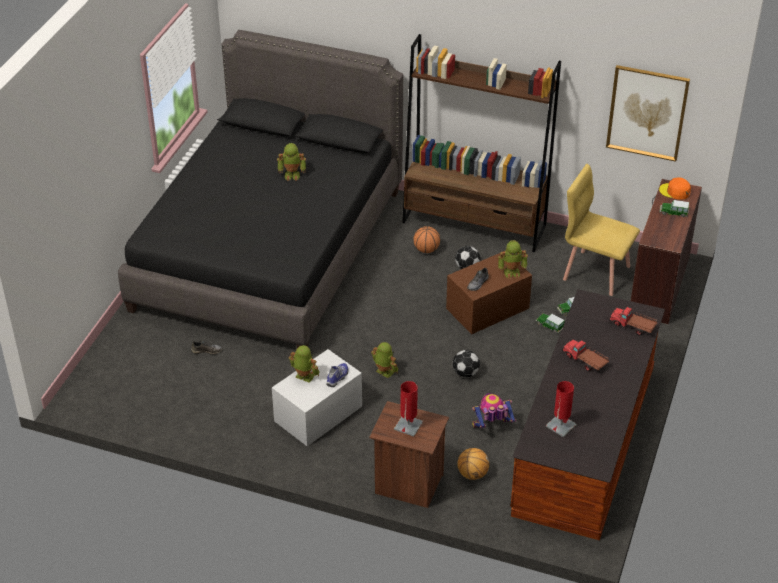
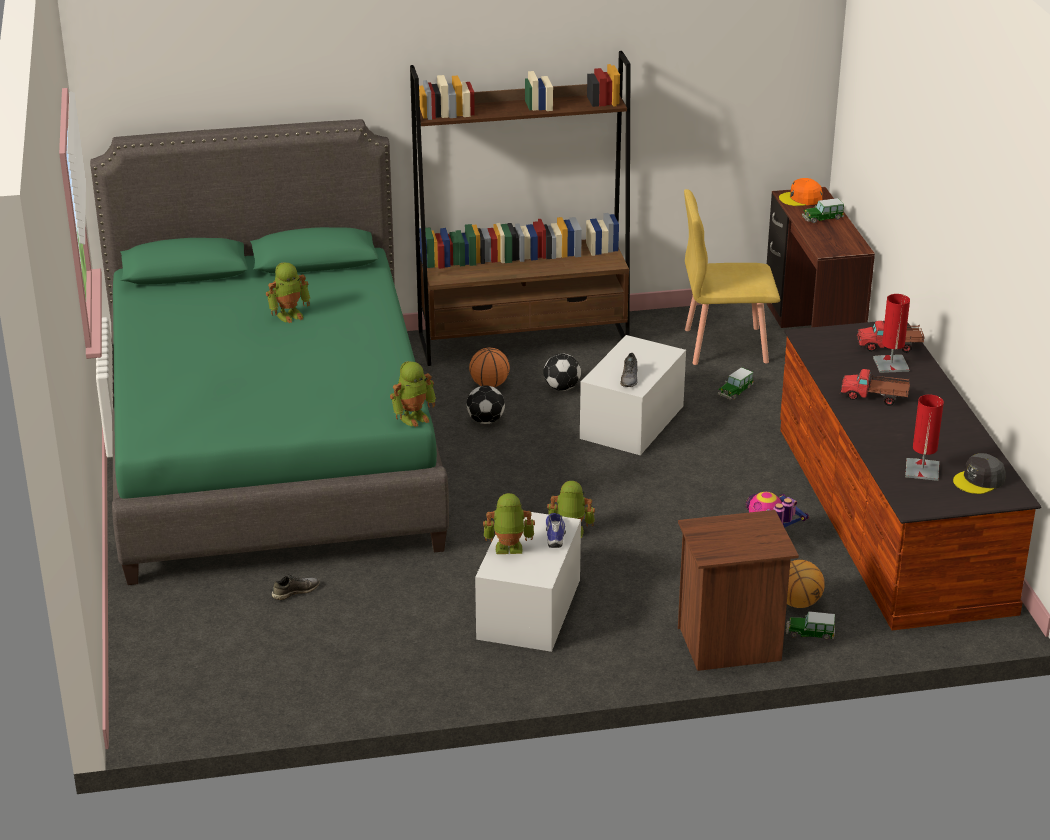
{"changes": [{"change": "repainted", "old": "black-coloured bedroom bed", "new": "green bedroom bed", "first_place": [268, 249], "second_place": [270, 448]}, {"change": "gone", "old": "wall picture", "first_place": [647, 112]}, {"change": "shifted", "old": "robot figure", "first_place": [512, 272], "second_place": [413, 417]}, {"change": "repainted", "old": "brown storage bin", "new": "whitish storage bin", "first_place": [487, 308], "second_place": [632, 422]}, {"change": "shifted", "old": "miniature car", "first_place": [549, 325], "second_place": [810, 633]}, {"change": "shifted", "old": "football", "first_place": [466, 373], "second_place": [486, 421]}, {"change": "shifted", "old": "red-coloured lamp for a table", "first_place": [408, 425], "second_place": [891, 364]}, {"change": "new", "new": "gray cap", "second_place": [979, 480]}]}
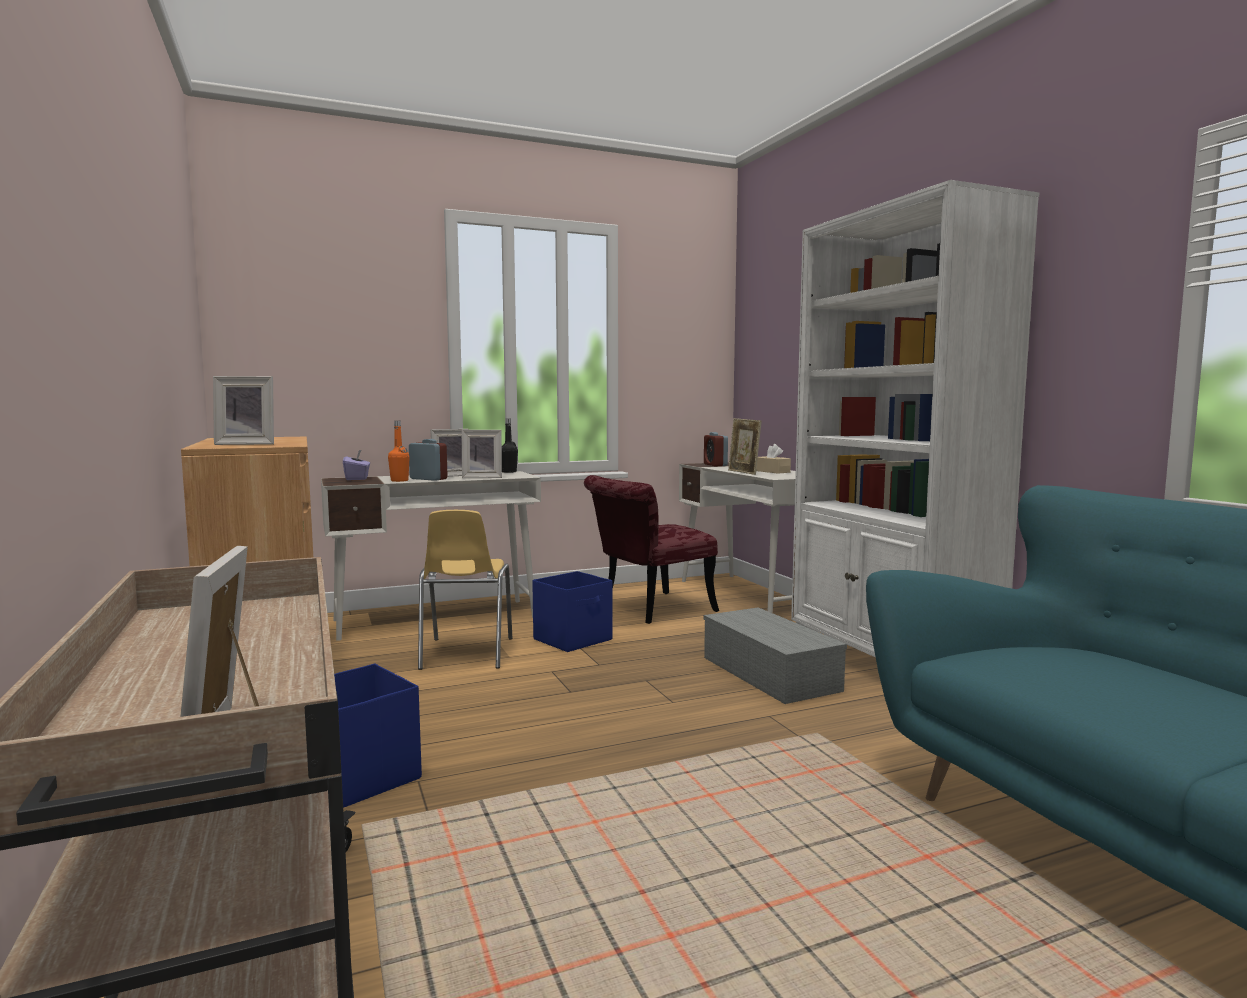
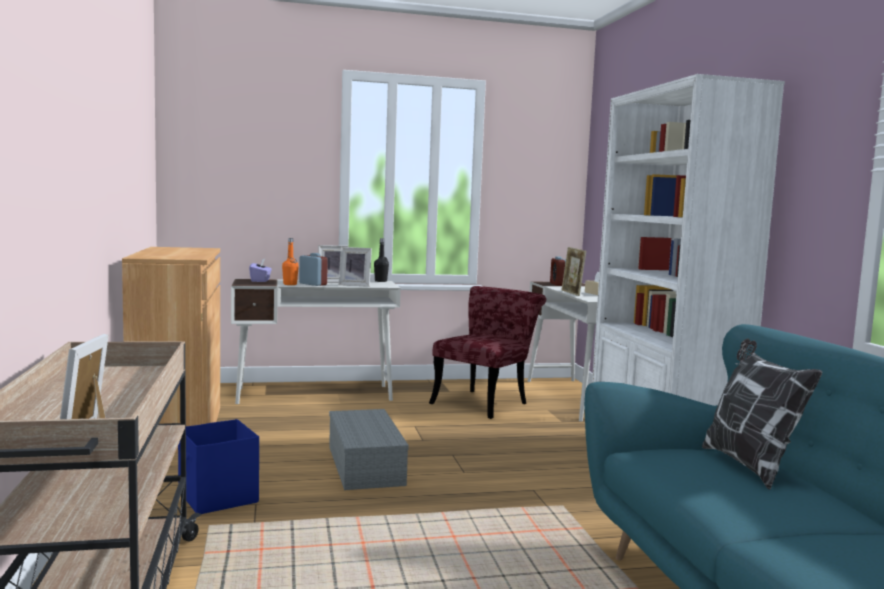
{"changes": [{"change": "gone", "old": "standing frame", "first_place": [247, 444]}, {"change": "rotated", "old": "red-coloured chair", "first_place": [648, 610], "second_place": [485, 402], "degrees": 150}, {"change": "gone", "old": "yellow-coloured chair", "first_place": [465, 654]}, {"change": "gone", "old": "blue-coloured storage bin", "first_place": [574, 639]}, {"change": "shifted", "old": "gray storage bin", "first_place": [772, 674], "second_place": [367, 466]}, {"change": "new", "new": "cushion", "second_place": [749, 465]}]}
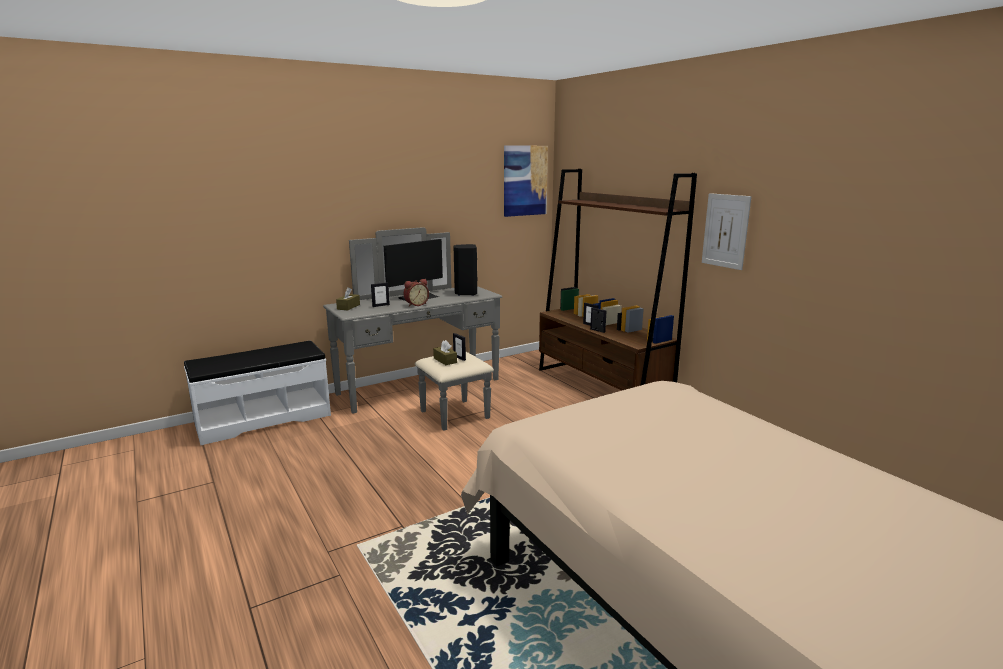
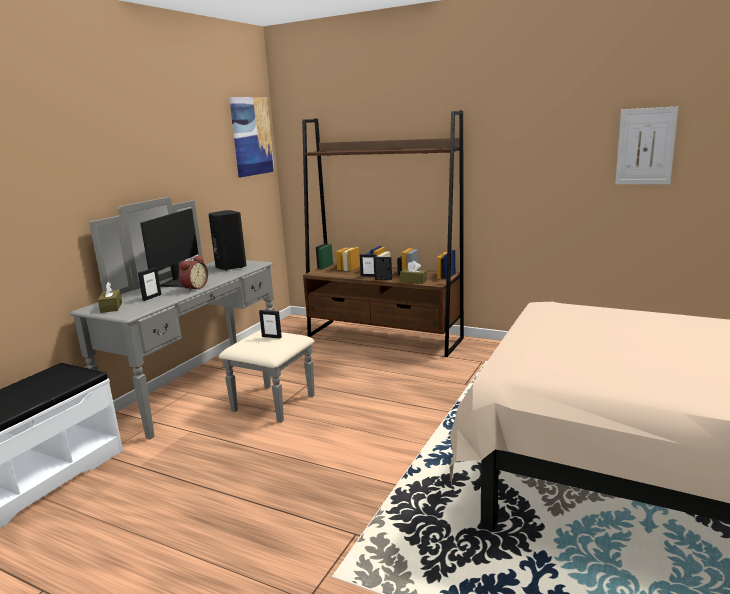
{"changes": [{"change": "shifted", "old": "wall picture", "first_place": [725, 231], "second_place": [645, 146]}, {"change": "shifted", "old": "brown tissue box", "first_place": [445, 360], "second_place": [413, 281]}]}
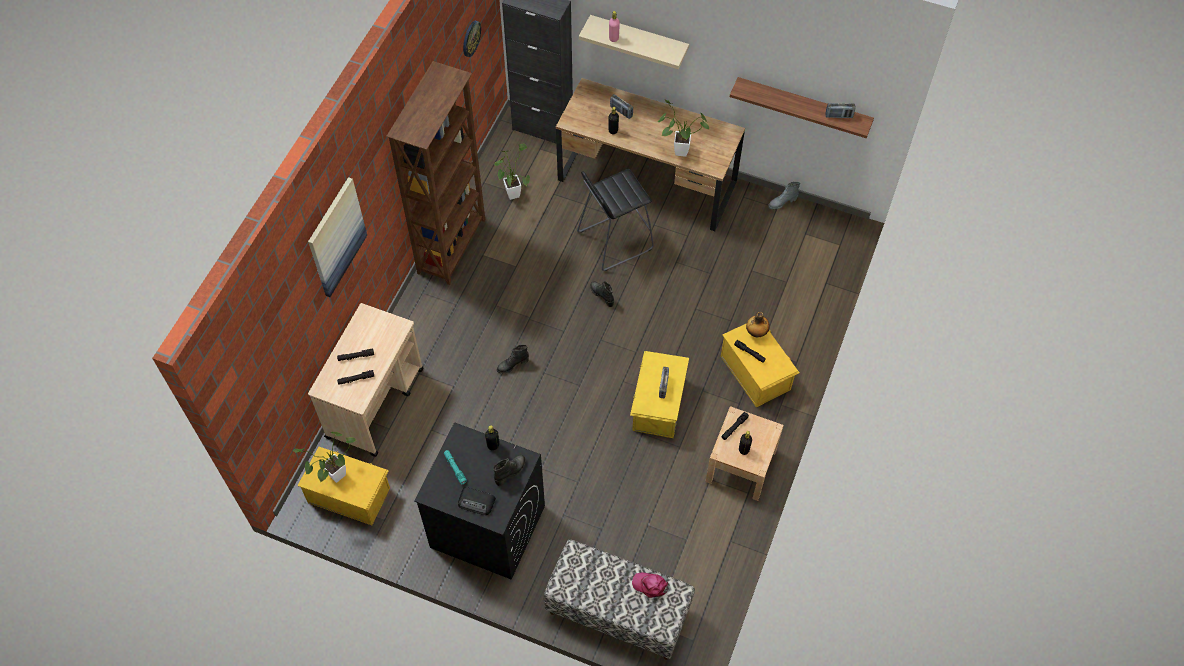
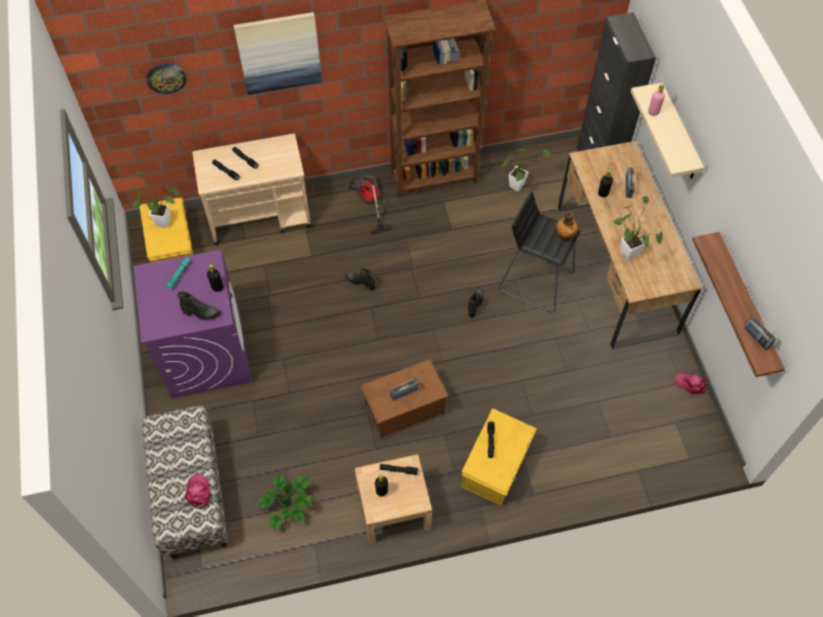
{"changes": [{"change": "shifted", "old": "hanging clock", "first_place": [471, 38], "second_place": [166, 77]}, {"change": "swapped", "old": "gray high-top boot", "new": "pinkish cap", "first_place": [782, 203], "second_place": [691, 384]}, {"change": "shifted", "old": "drink bottle", "first_place": [756, 332], "second_place": [565, 236]}, {"change": "repainted", "old": "yellow-coloured storage bin", "new": "brown storage bin", "first_place": [657, 405], "second_place": [404, 408]}, {"change": "repainted", "old": "black-coloured laundry machine", "new": "purplish laundry machine", "first_place": [487, 526], "second_place": [206, 353]}, {"change": "gone", "old": "radio set", "first_place": [477, 502]}, {"change": "new", "new": "hoover", "second_place": [368, 202]}, {"change": "new", "new": "houseplant", "second_place": [289, 508]}]}
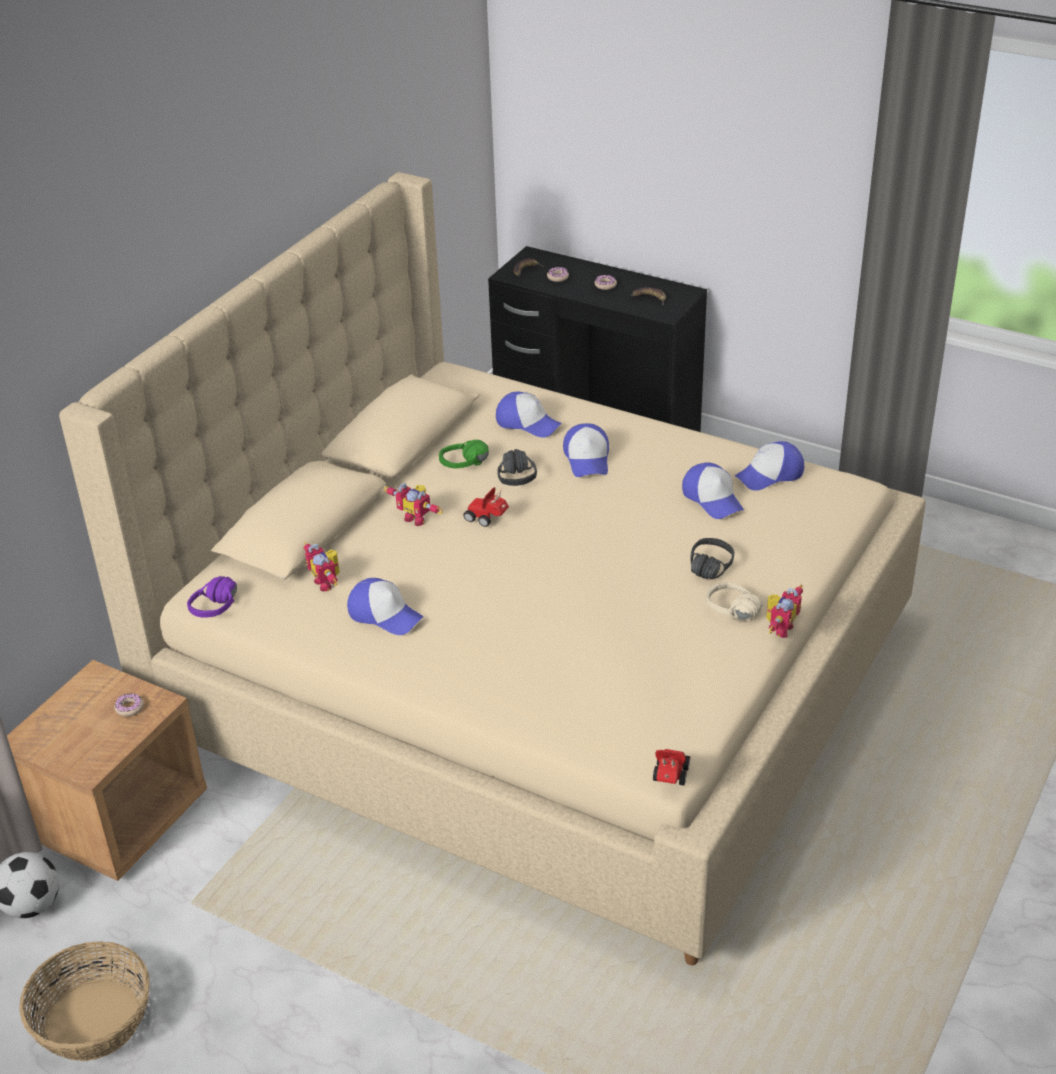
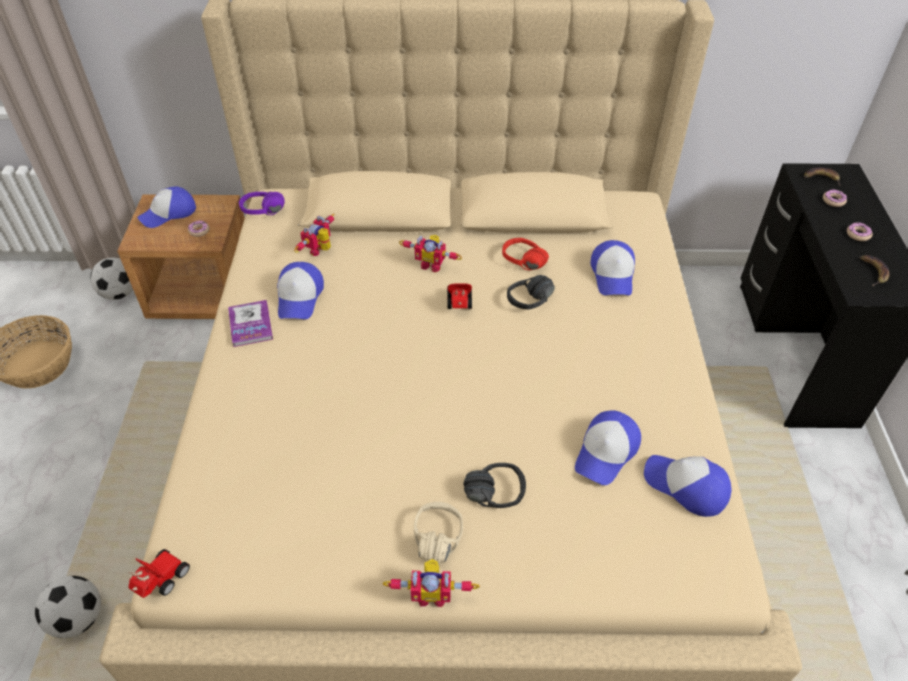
{"changes": [{"change": "shifted", "old": "cap", "first_place": [588, 459], "second_place": [169, 213]}, {"change": "repainted", "old": "green headset", "new": "red-coloured headset", "first_place": [467, 467], "second_place": [520, 265]}, {"change": "rotated", "old": "robot figure", "first_place": [417, 518], "second_place": [432, 265], "degrees": -75}, {"change": "rotated", "old": "miniature car", "first_place": [670, 778], "second_place": [161, 581], "degrees": -45}, {"change": "new", "new": "bound book", "second_place": [250, 324]}, {"change": "new", "new": "football", "second_place": [78, 618]}]}
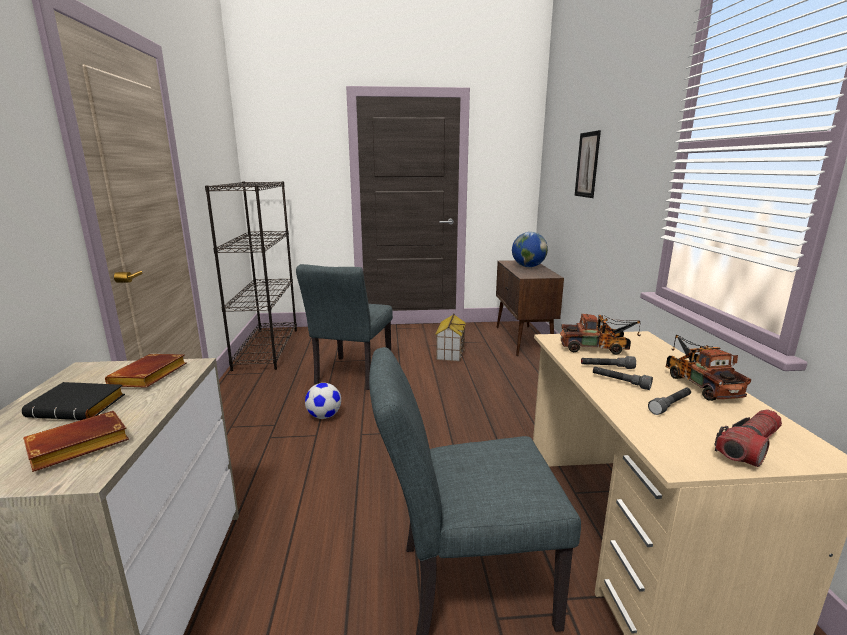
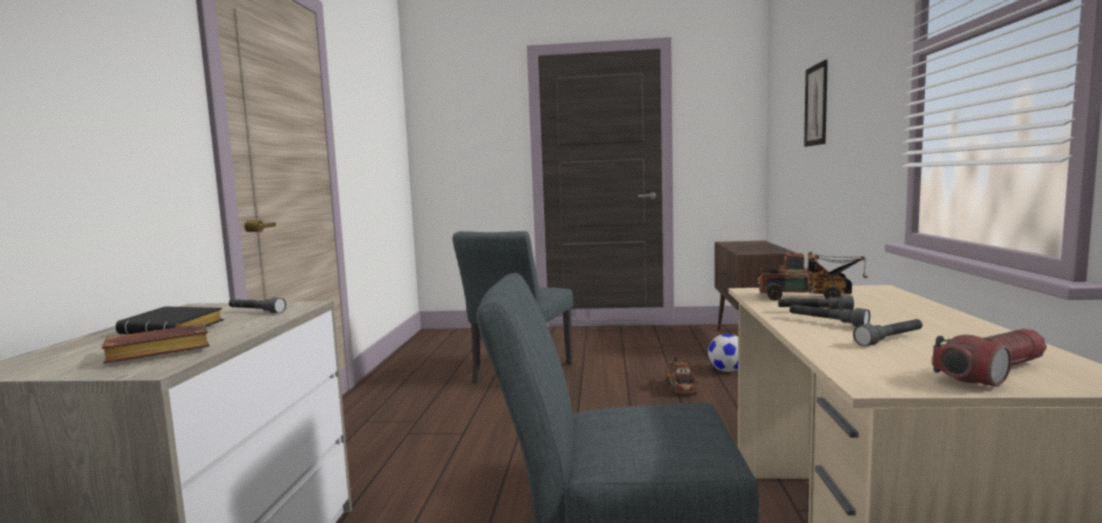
{"changes": [{"change": "gone", "old": "black-coloured shelving unit", "first_place": [267, 348]}, {"change": "gone", "old": "world globe", "first_place": [528, 266]}, {"change": "gone", "old": "miniature house", "first_place": [450, 352]}, {"change": "shifted", "old": "toy truck", "first_place": [698, 383], "second_place": [680, 387]}, {"change": "swapped", "old": "brown bound book", "new": "gray torch", "first_place": [149, 377], "second_place": [256, 312]}, {"change": "shifted", "old": "football", "first_place": [324, 416], "second_place": [727, 371]}]}
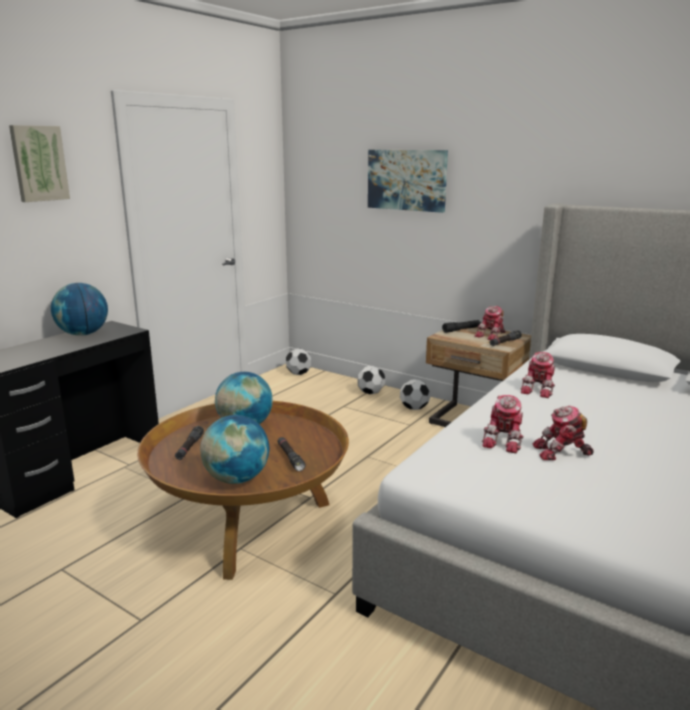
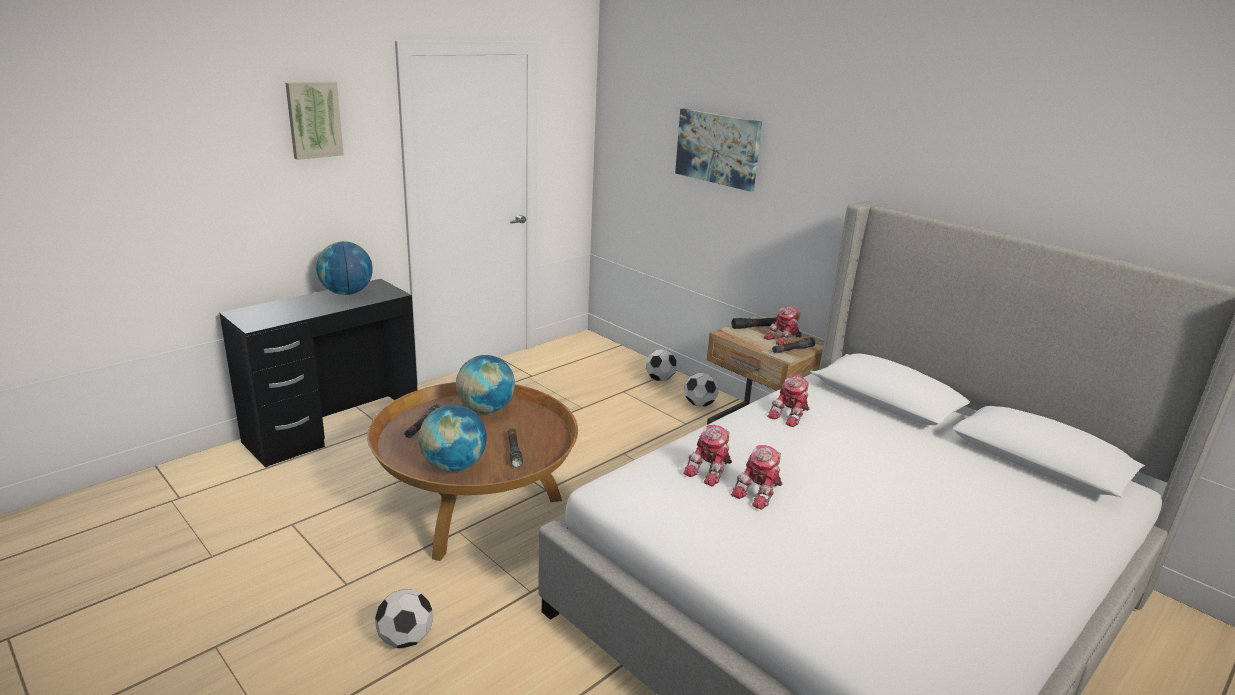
{"changes": [{"change": "shifted", "old": "football", "first_place": [298, 374], "second_place": [406, 639]}, {"change": "rotated", "old": "robot figure", "first_place": [562, 452], "second_place": [760, 492], "degrees": -60}]}
